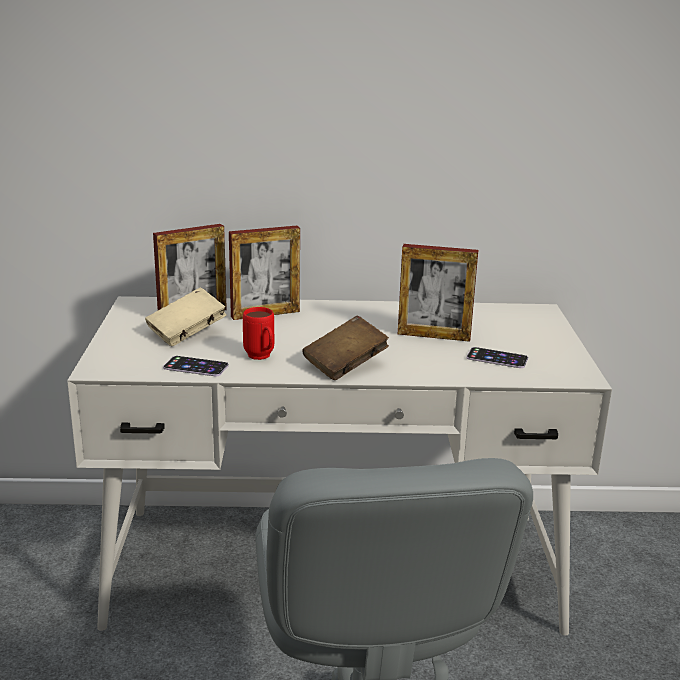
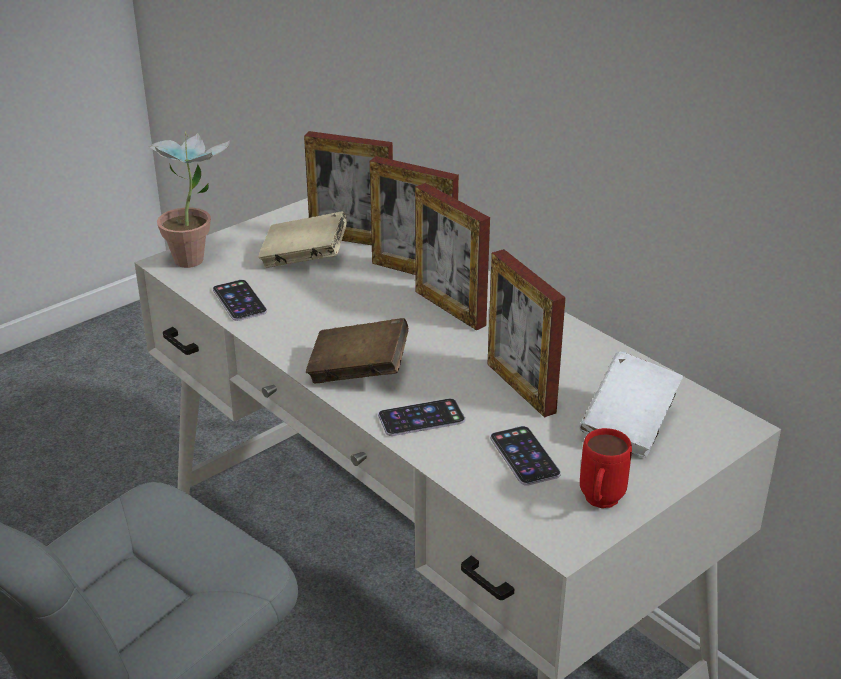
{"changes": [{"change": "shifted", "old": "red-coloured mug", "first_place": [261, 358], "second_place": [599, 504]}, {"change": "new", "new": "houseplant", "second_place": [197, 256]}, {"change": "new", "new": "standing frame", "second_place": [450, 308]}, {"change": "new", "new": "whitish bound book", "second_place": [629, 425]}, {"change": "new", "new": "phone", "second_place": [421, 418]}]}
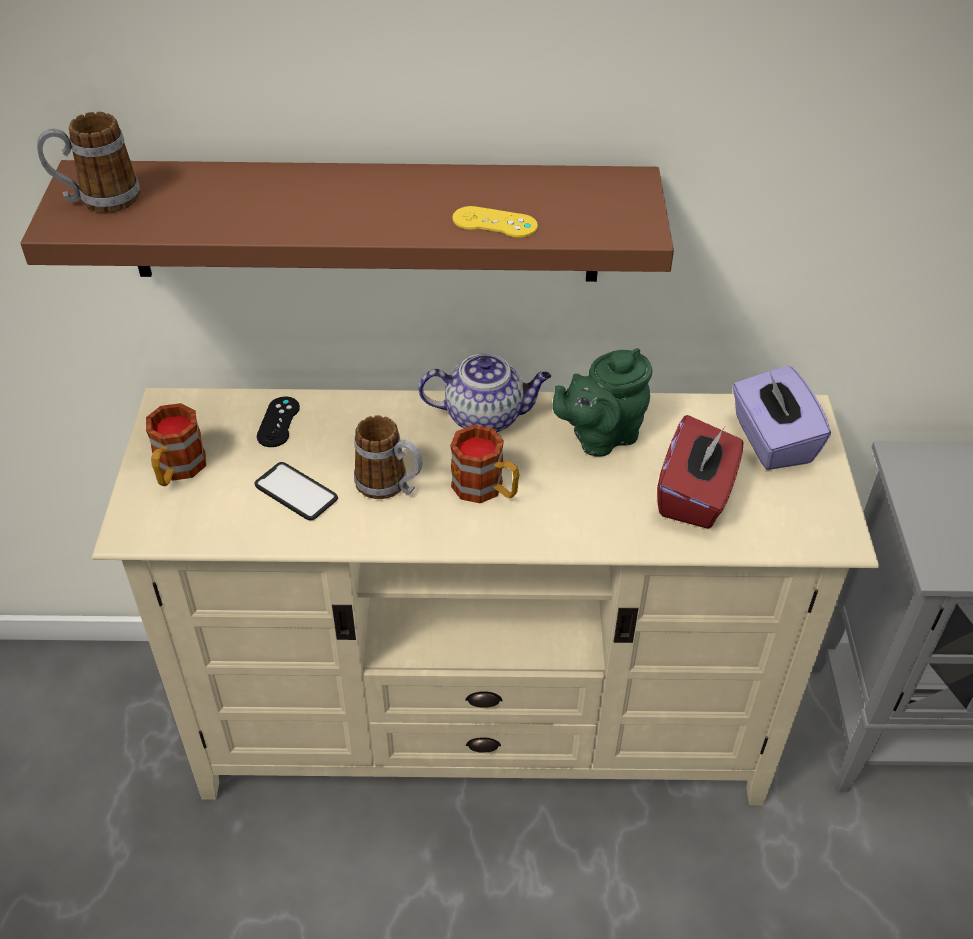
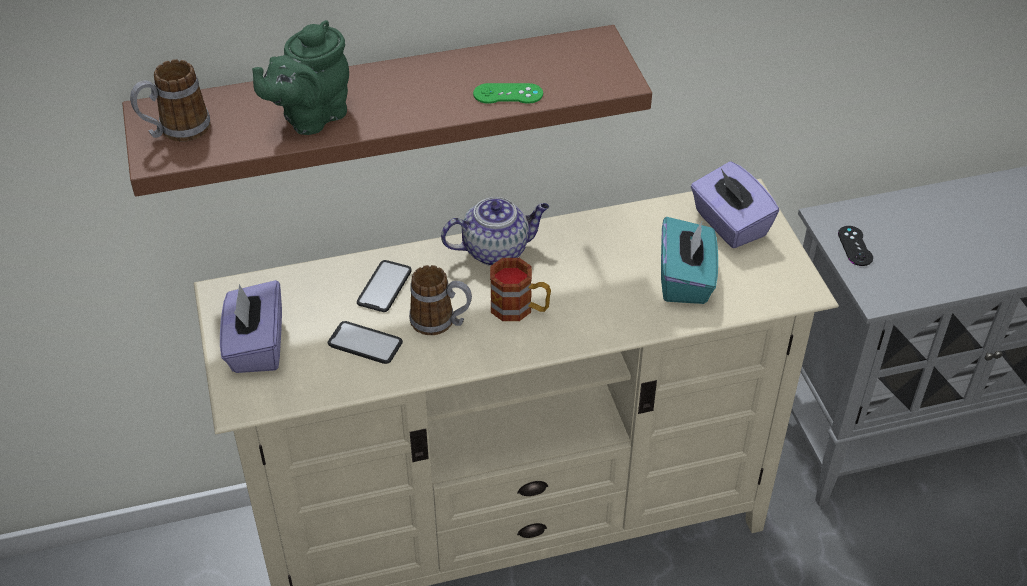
{"changes": [{"change": "repainted", "old": "yellow-coloured game controller", "new": "green game controller", "first_place": [494, 223], "second_place": [508, 94]}, {"change": "shifted", "old": "green teapot", "first_place": [600, 437], "second_place": [310, 117]}, {"change": "shifted", "old": "black-coloured game controller", "first_place": [278, 422], "second_place": [855, 246]}, {"change": "swapped", "old": "mug", "new": "purplish tissue box", "first_place": [177, 470], "second_place": [256, 346]}, {"change": "repainted", "old": "red-coloured tissue box", "new": "turquoise tissue box", "first_place": [695, 495], "second_place": [685, 280]}, {"change": "new", "new": "phone", "second_place": [384, 287]}]}
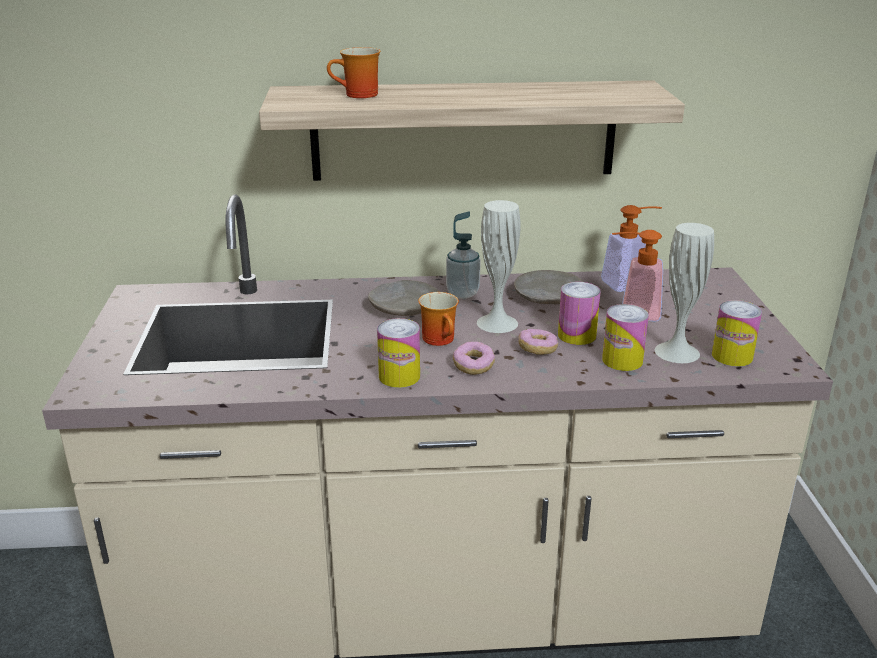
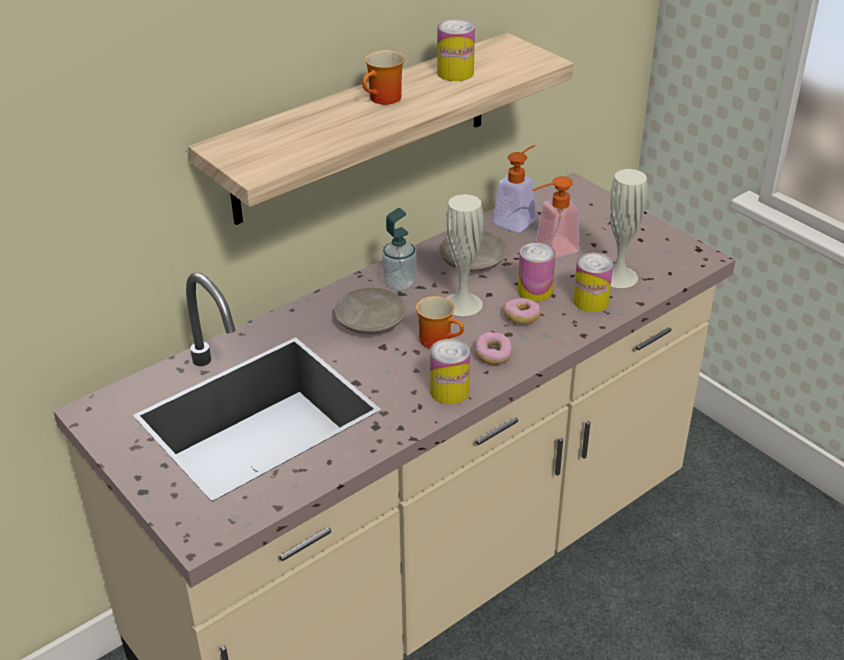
{"changes": [{"change": "shifted", "old": "mug", "first_place": [358, 95], "second_place": [385, 99]}, {"change": "shifted", "old": "metal can", "first_place": [732, 356], "second_place": [455, 73]}]}
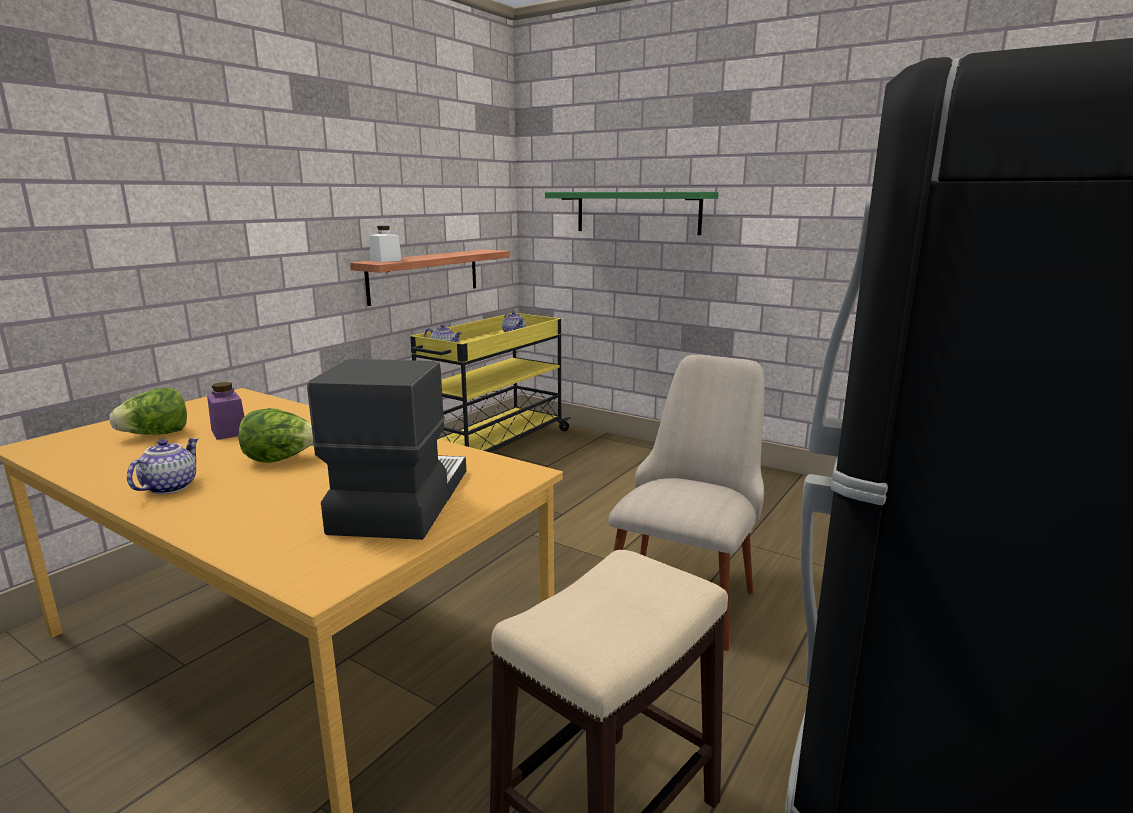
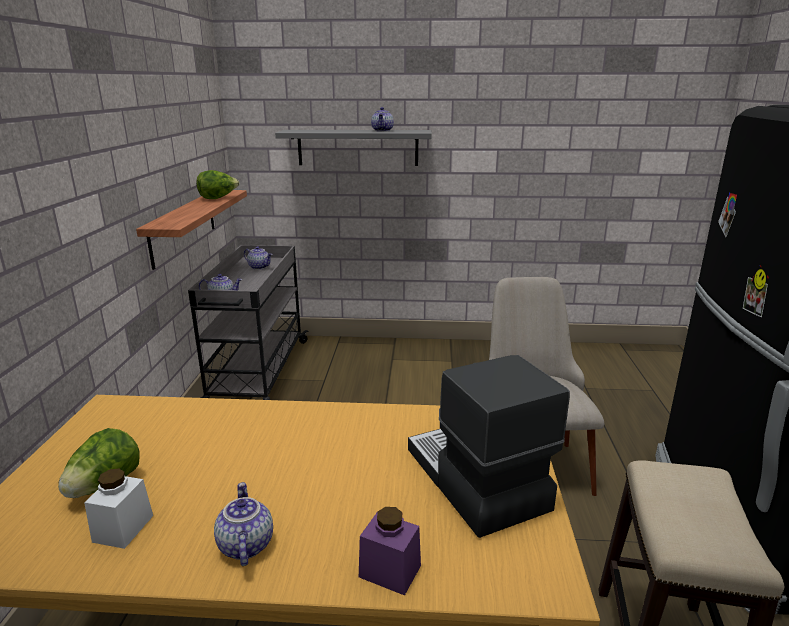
{"changes": [{"change": "repainted", "old": "green wall shelf", "new": "gray wall shelf", "first_place": [637, 212], "second_place": [357, 147]}, {"change": "shifted", "old": "whitish storage jar", "first_place": [386, 260], "second_place": [123, 528]}, {"change": "repainted", "old": "yellow-coloured trolley", "new": "gray trolley", "first_place": [493, 446], "second_place": [258, 373]}, {"change": "shifted", "old": "purplish storage jar", "first_place": [229, 432], "second_place": [390, 571]}, {"change": "shifted", "old": "lettuce head", "first_place": [281, 460], "second_place": [218, 198]}, {"change": "new", "new": "teapot", "second_place": [383, 131]}]}
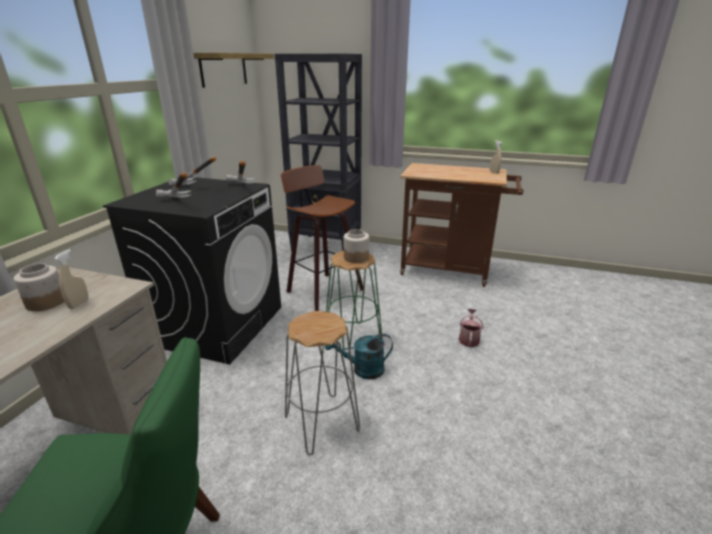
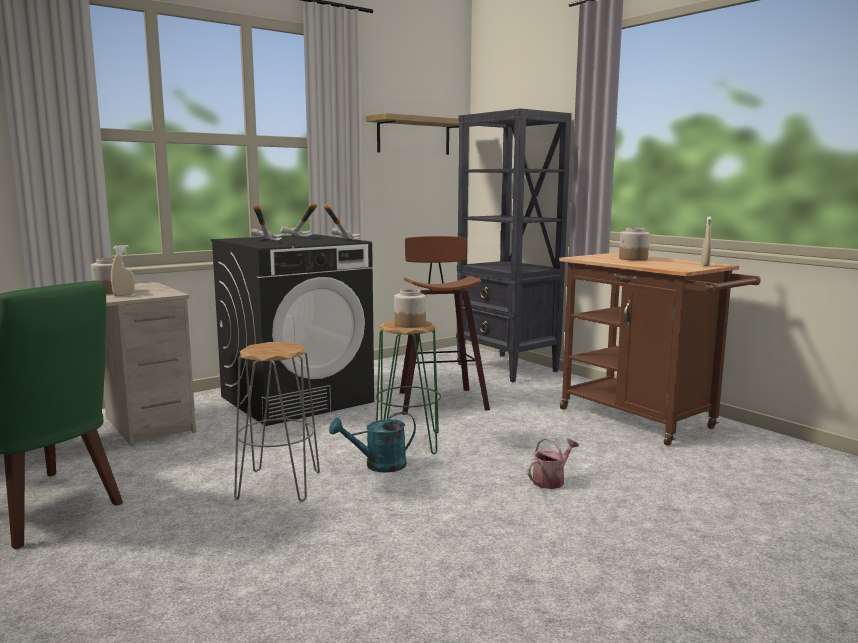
{"changes": [{"change": "rotated", "old": "turquoise watering can", "first_place": [362, 370], "second_place": [378, 465], "degrees": -45}, {"change": "new", "new": "storage jar", "second_place": [633, 259]}]}
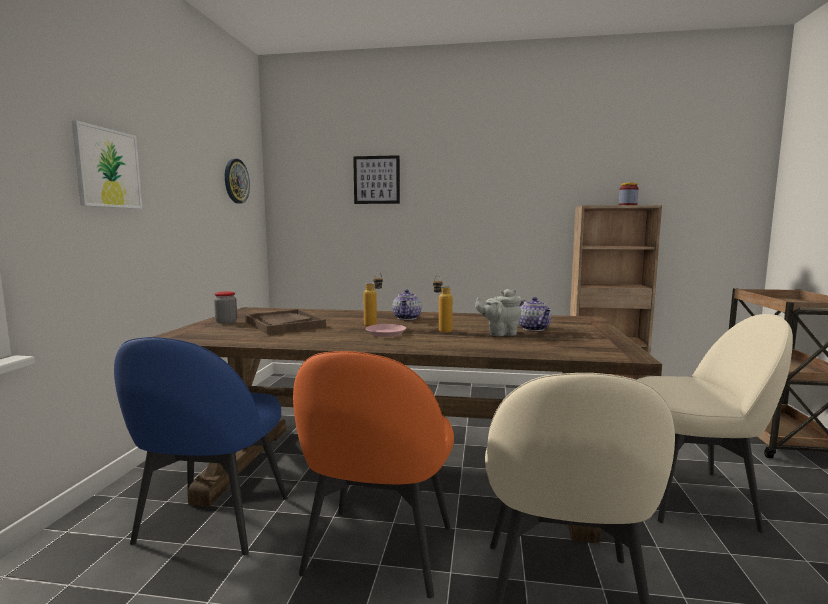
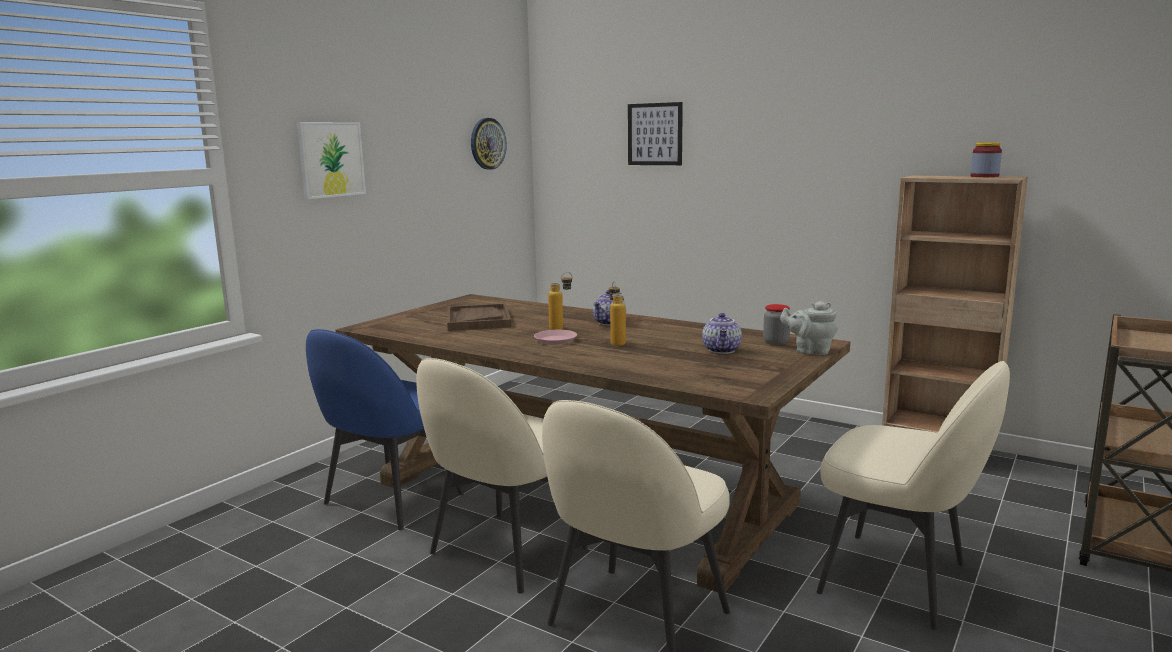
{"changes": [{"change": "shifted", "old": "gray teapot", "first_place": [500, 333], "second_place": [810, 351]}, {"change": "shifted", "old": "storage jar", "first_place": [226, 322], "second_place": [776, 342]}, {"change": "repainted", "old": "orangey chair", "new": "beige chair", "first_place": [378, 552], "second_place": [505, 552]}]}
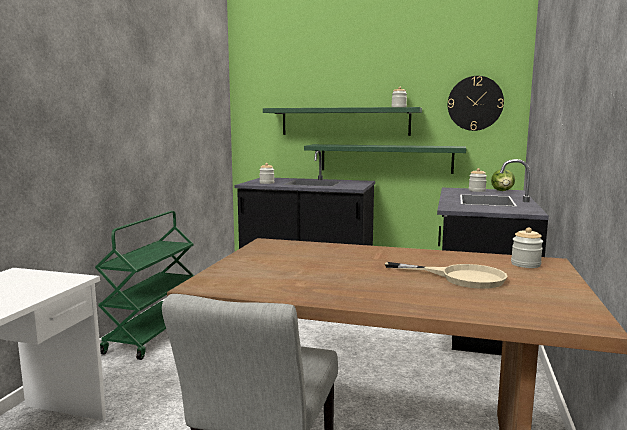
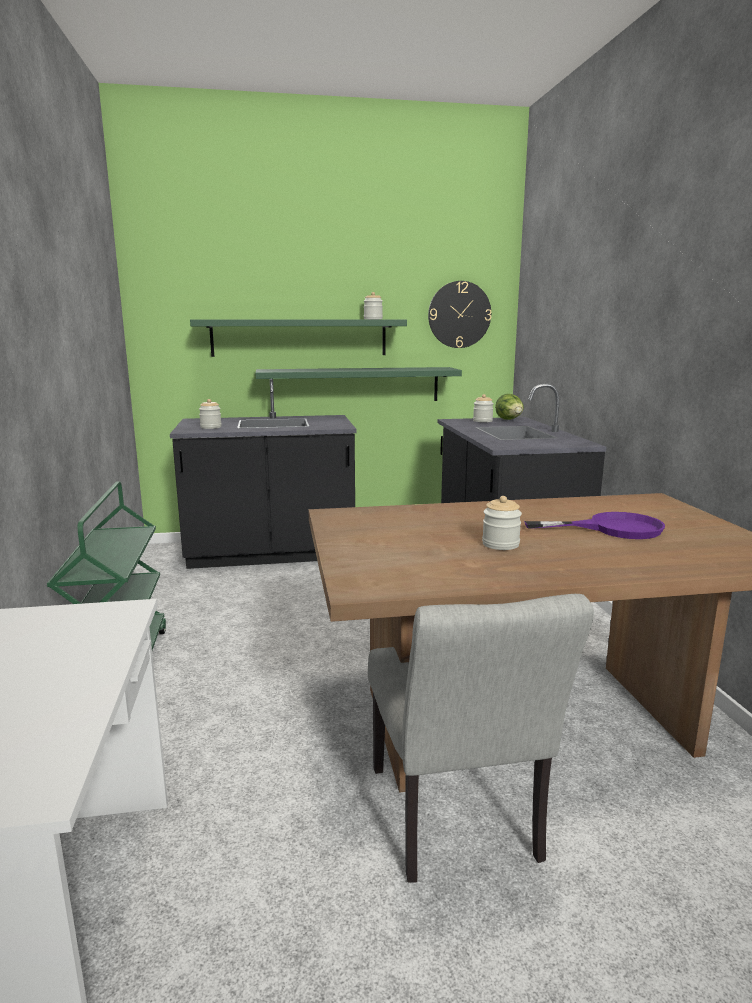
{"changes": [{"change": "shifted", "old": "storage jar", "first_place": [525, 264], "second_place": [500, 544]}, {"change": "repainted", "old": "beige skillet", "new": "purplish skillet", "first_place": [460, 277], "second_place": [612, 529]}]}
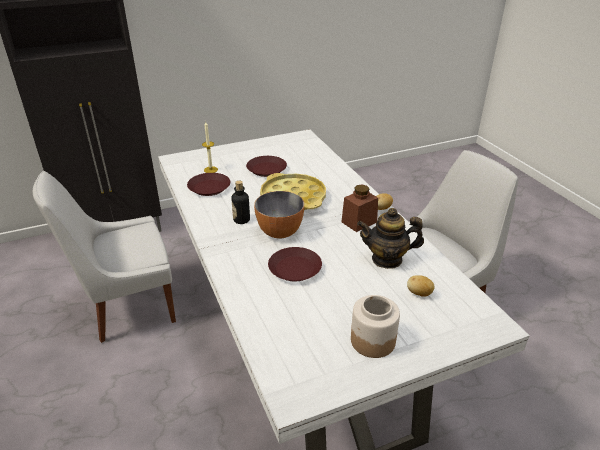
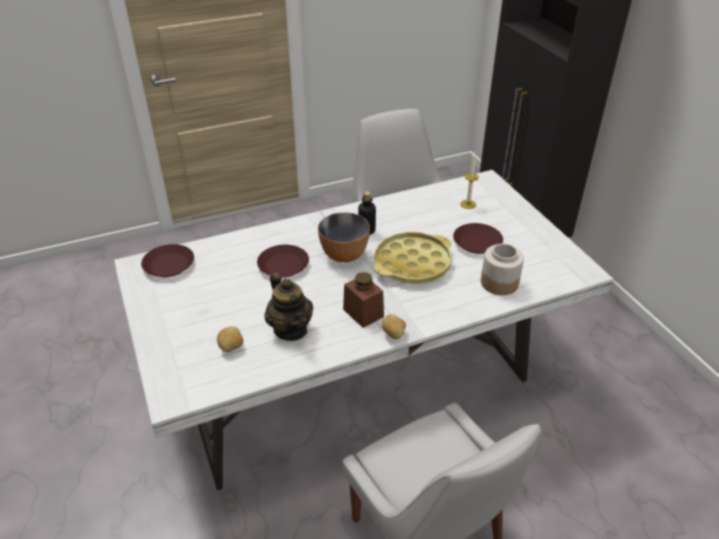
{"changes": [{"change": "shifted", "old": "brown dinner plate", "first_place": [209, 187], "second_place": [169, 265]}, {"change": "rotated", "old": "teapot", "first_place": [387, 259], "second_place": [291, 329], "degrees": 150}, {"change": "shifted", "old": "storage jar", "first_place": [372, 340], "second_place": [499, 283]}]}
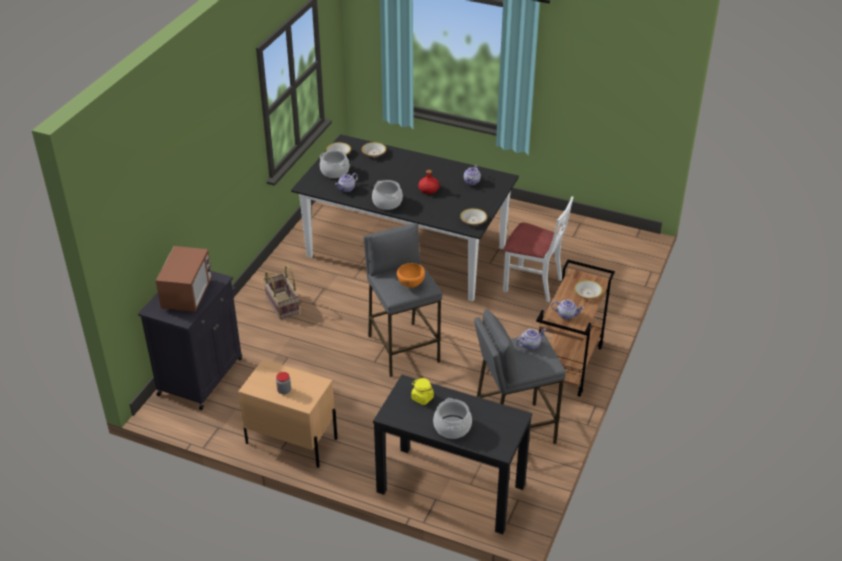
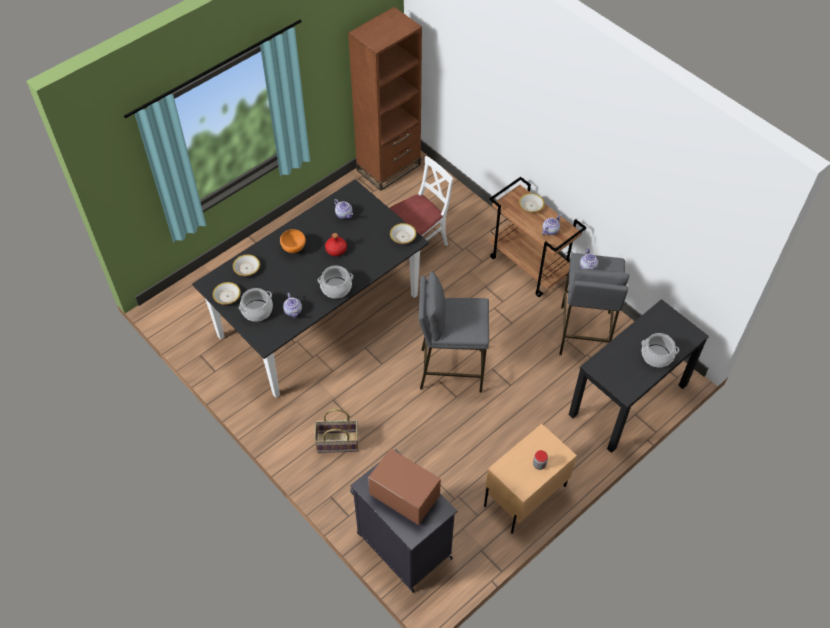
{"changes": [{"change": "shifted", "old": "orangey serving bowl", "first_place": [411, 285], "second_place": [293, 249]}, {"change": "gone", "old": "yellow-coloured storage jar", "first_place": [422, 398]}, {"change": "new", "new": "brown shelving unit", "second_place": [389, 167]}]}
